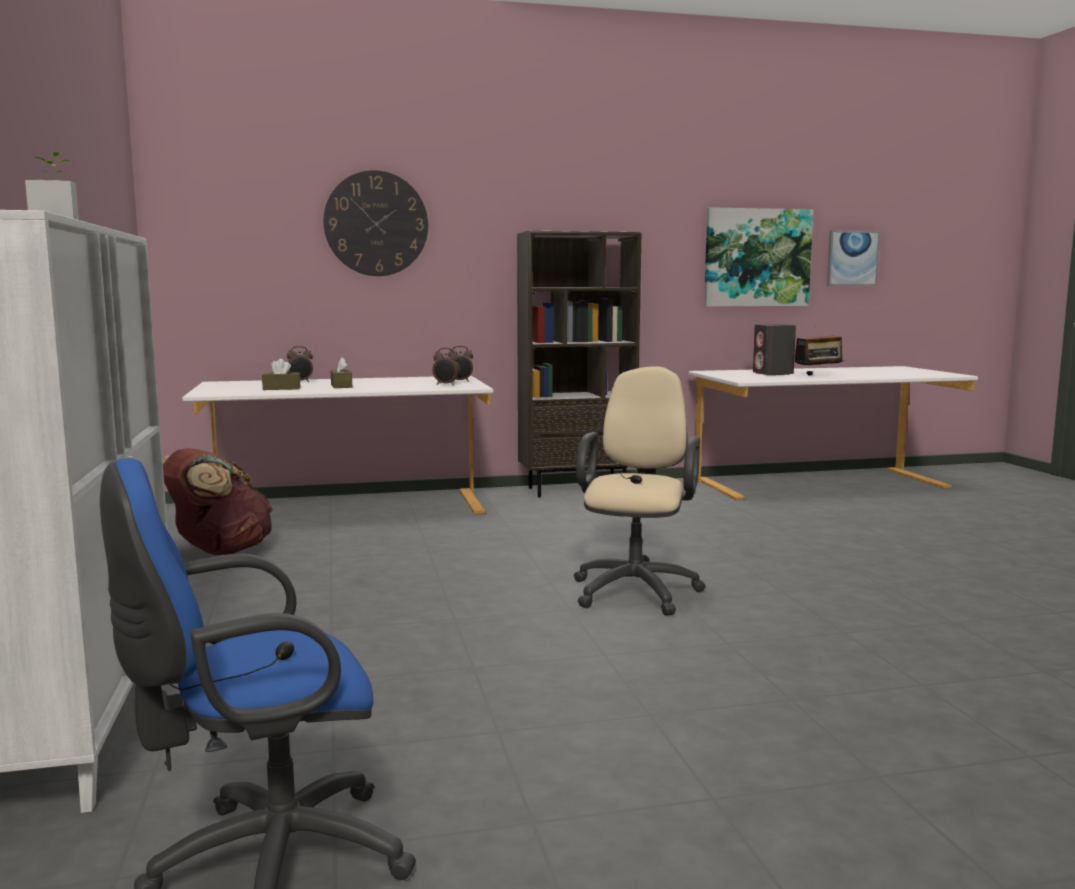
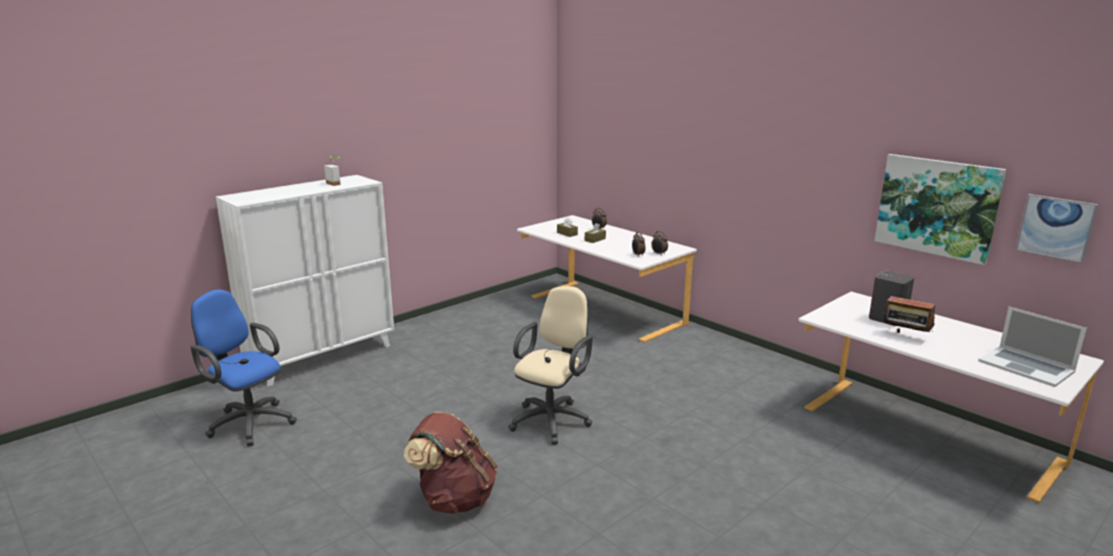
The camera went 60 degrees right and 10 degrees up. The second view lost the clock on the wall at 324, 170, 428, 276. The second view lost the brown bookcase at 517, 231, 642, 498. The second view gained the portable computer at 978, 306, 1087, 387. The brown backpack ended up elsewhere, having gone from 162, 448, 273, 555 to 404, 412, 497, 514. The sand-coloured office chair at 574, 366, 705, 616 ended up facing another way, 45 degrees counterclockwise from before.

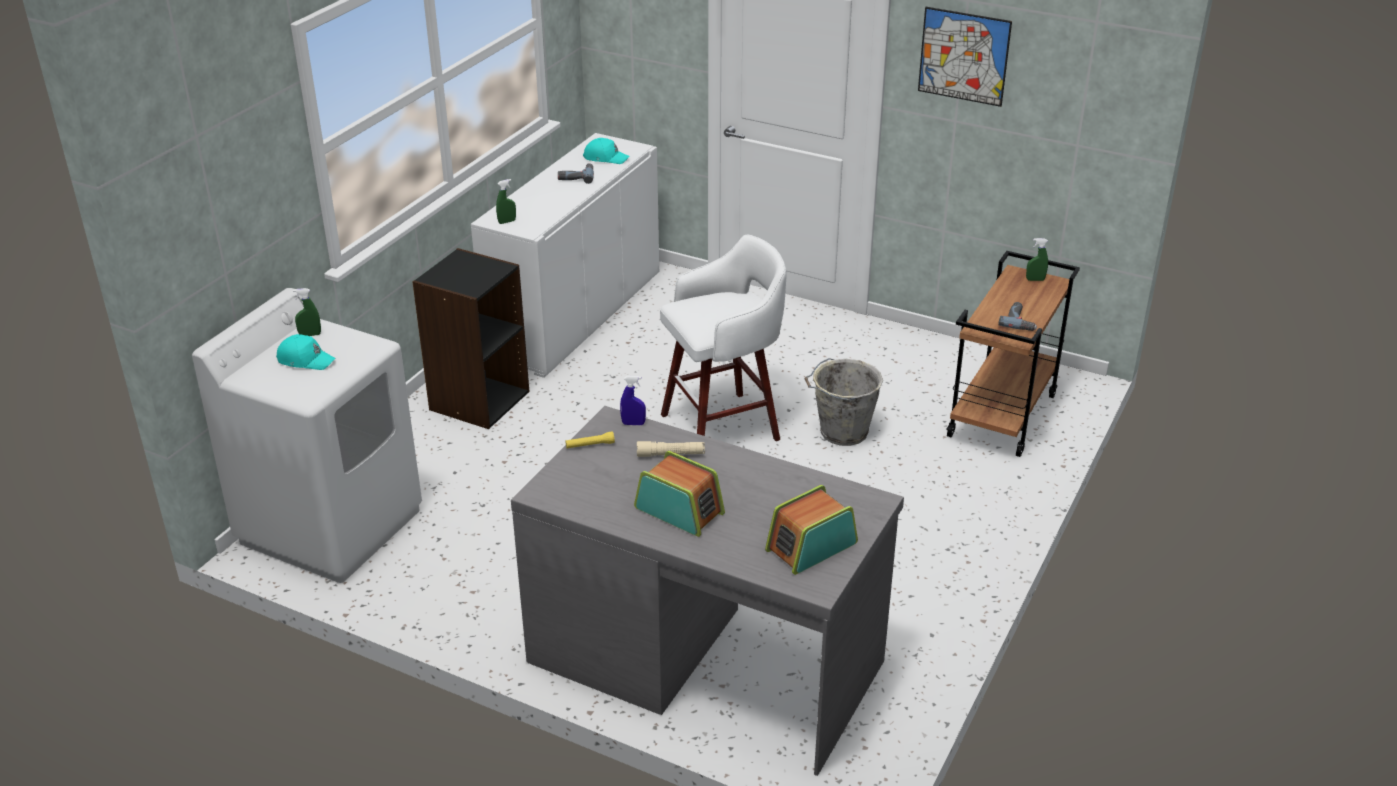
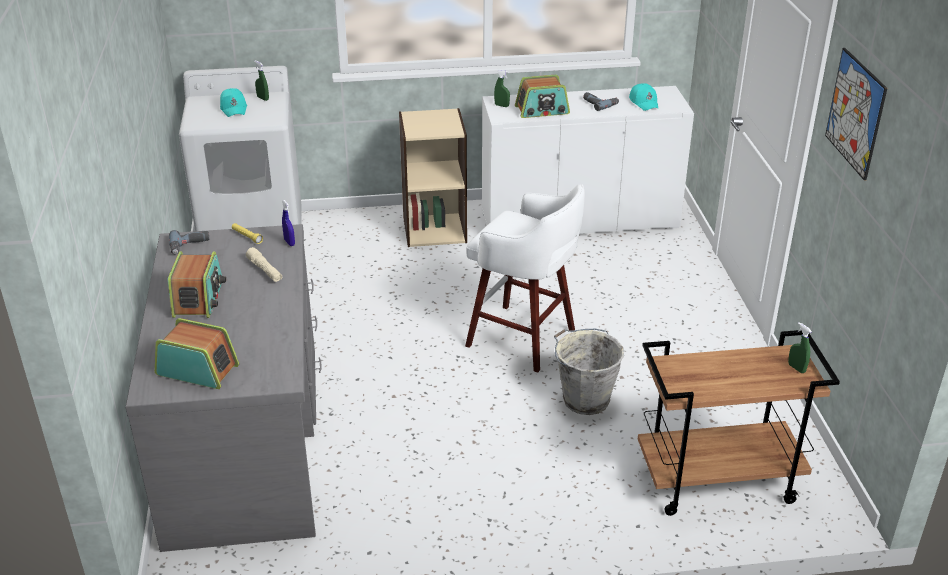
The camera went 55 degrees right and 0 degrees up. The second view gained the radio at 515, 75, 570, 118. The drill ended up elsewhere, having gone from 998, 302, 1037, 331 to 169, 230, 210, 255. What was the blackish bookcase at 412, 248, 530, 429 turned into the sand-coloured bookcase at 399, 108, 467, 247.

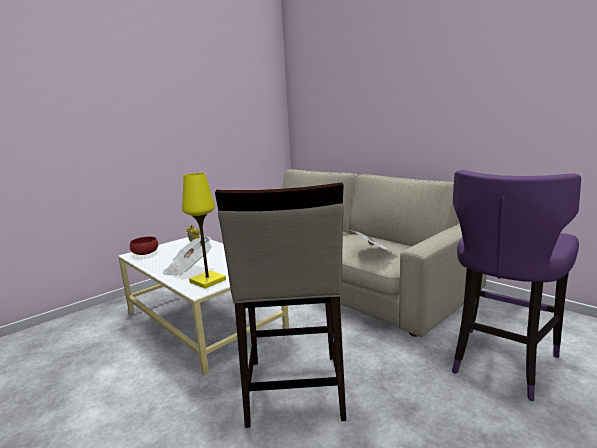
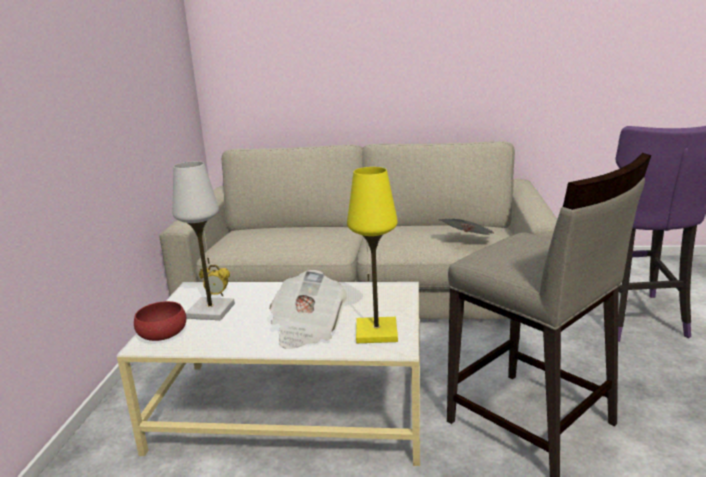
The camera went 40 degrees left and 5 degrees up. The second view gained the whitish lamp for a table at 172, 161, 235, 320.

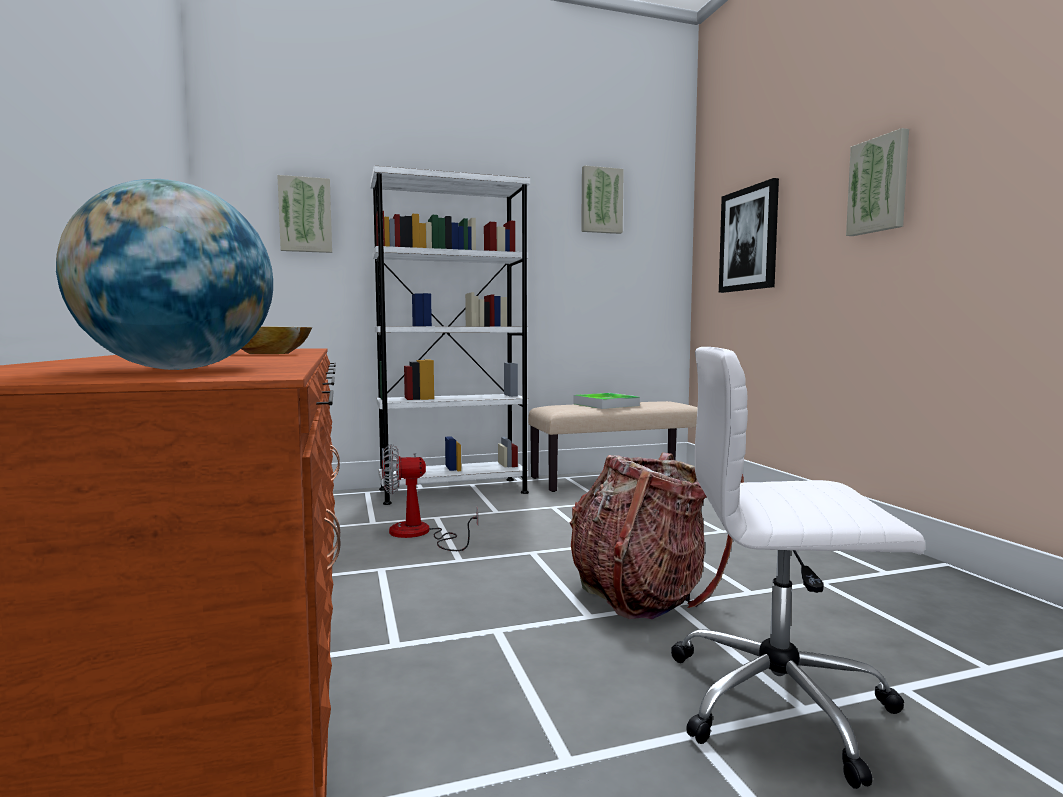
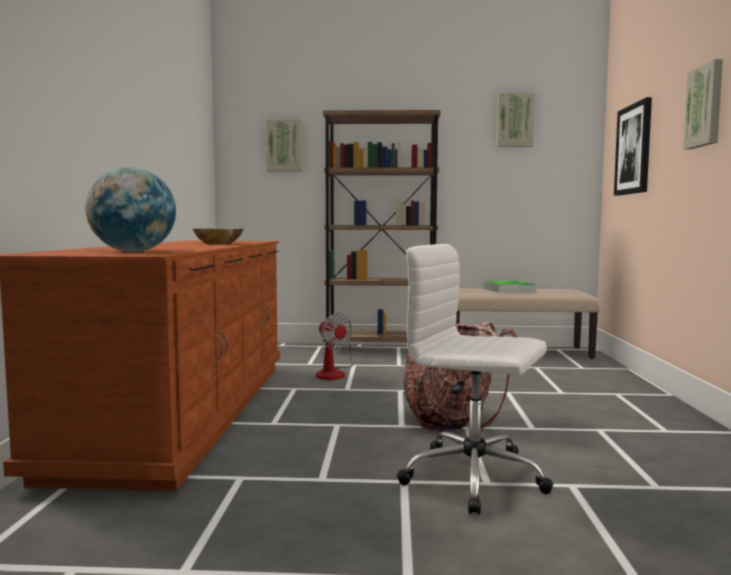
The camera went 20 degrees right and 0 degrees up. What was the whitish bookcase at 370, 166, 530, 505 turned into the brown bookcase at 323, 110, 441, 346. The cooling fan at 382, 444, 478, 551 ended up facing another way, 135 degrees counterclockwise from before.

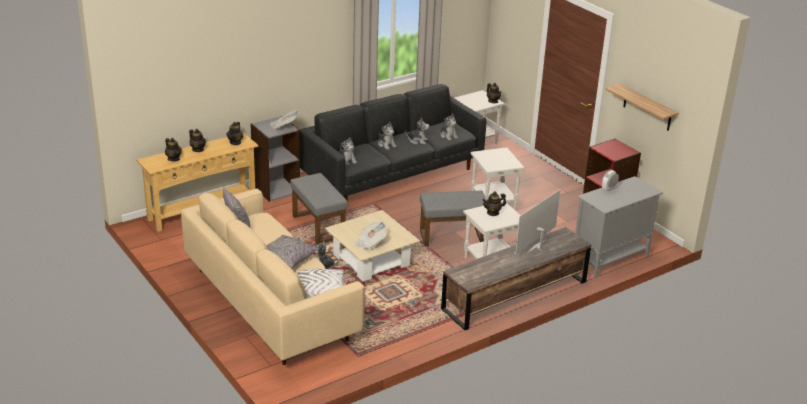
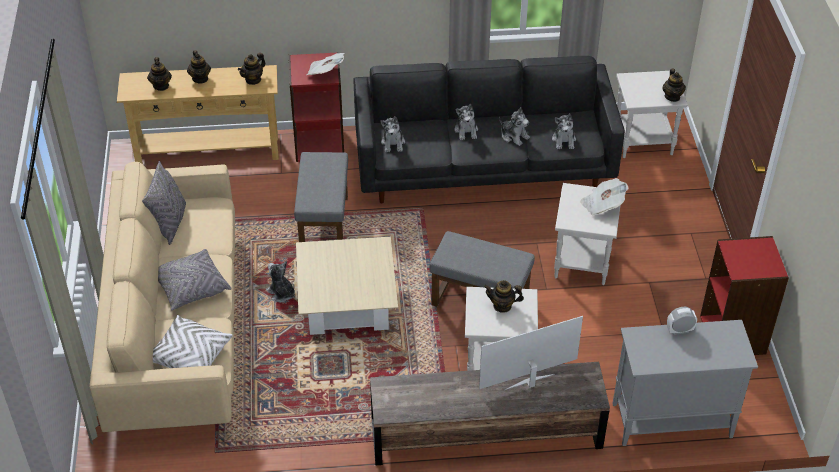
The camera went 30 degrees right and 15 degrees up. The second view lost the wall shelf at 605, 84, 679, 131. The newspaper ended up elsewhere, having gone from 354, 222, 387, 250 to 581, 178, 629, 216. What was the gray bookcase at 250, 116, 300, 202 turned into the reddish bookcase at 289, 52, 344, 162.

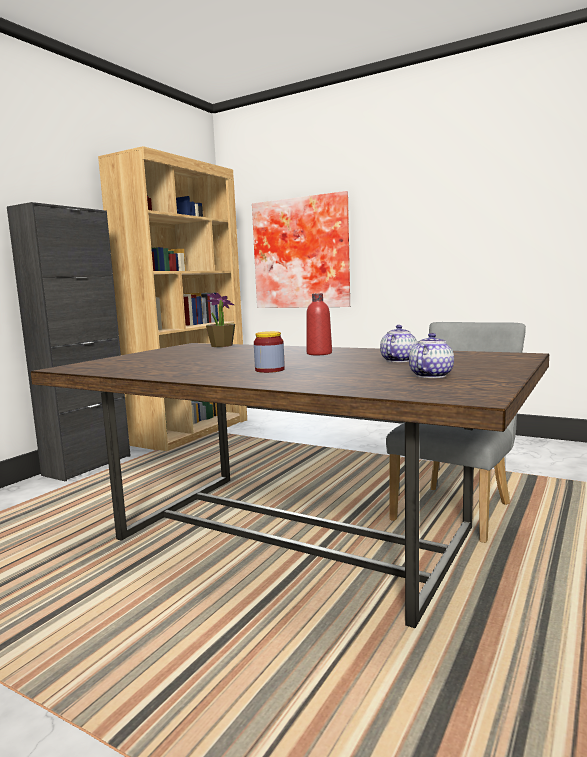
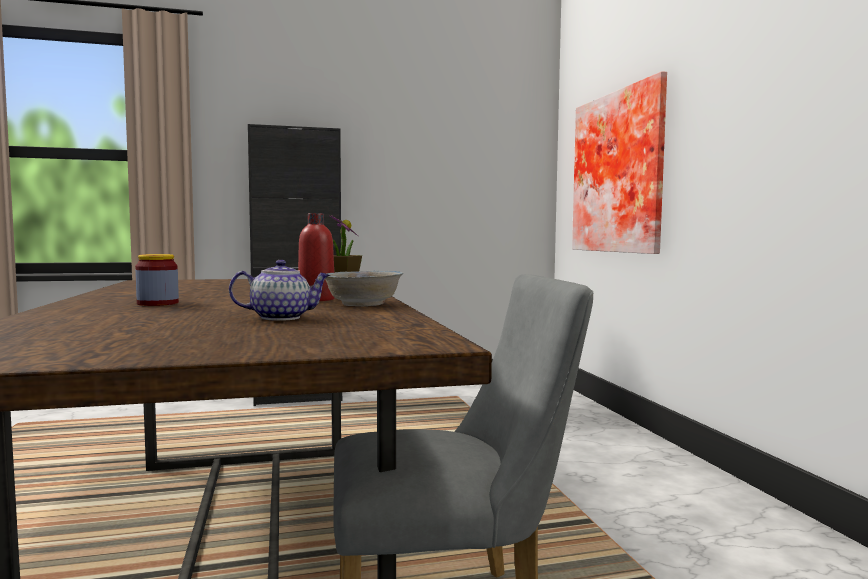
The camera went 45 degrees right and 5 degrees down. The second view lost the brown bookcase at 98, 146, 247, 451. The second view lost the tea pot at 409, 333, 454, 378. The second view gained the whitish bowl at 325, 271, 403, 306.

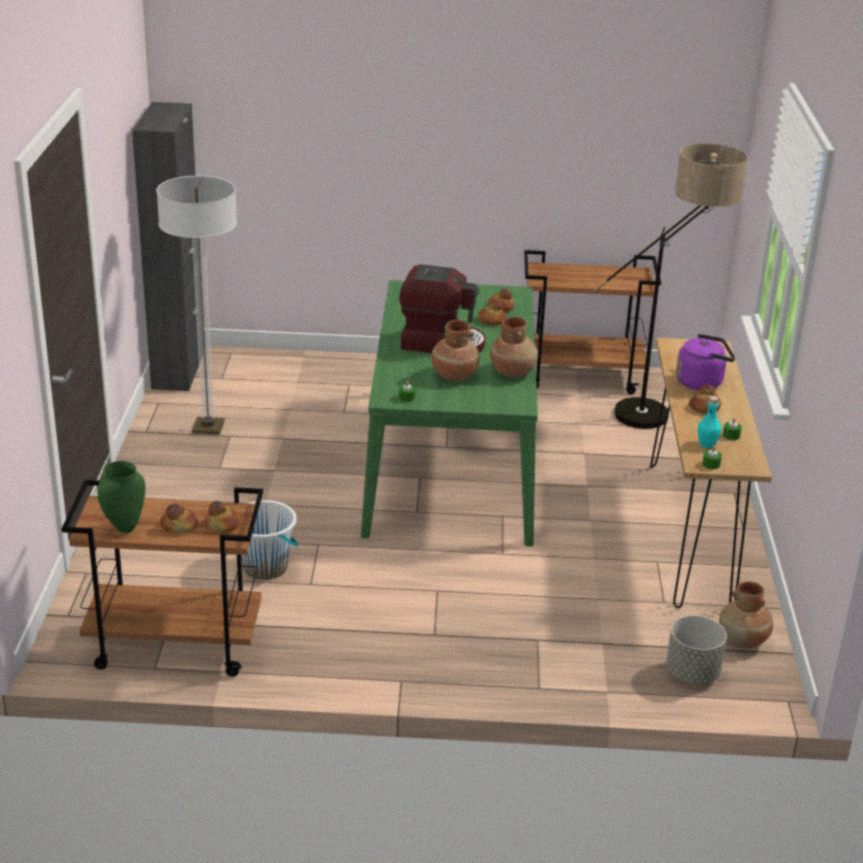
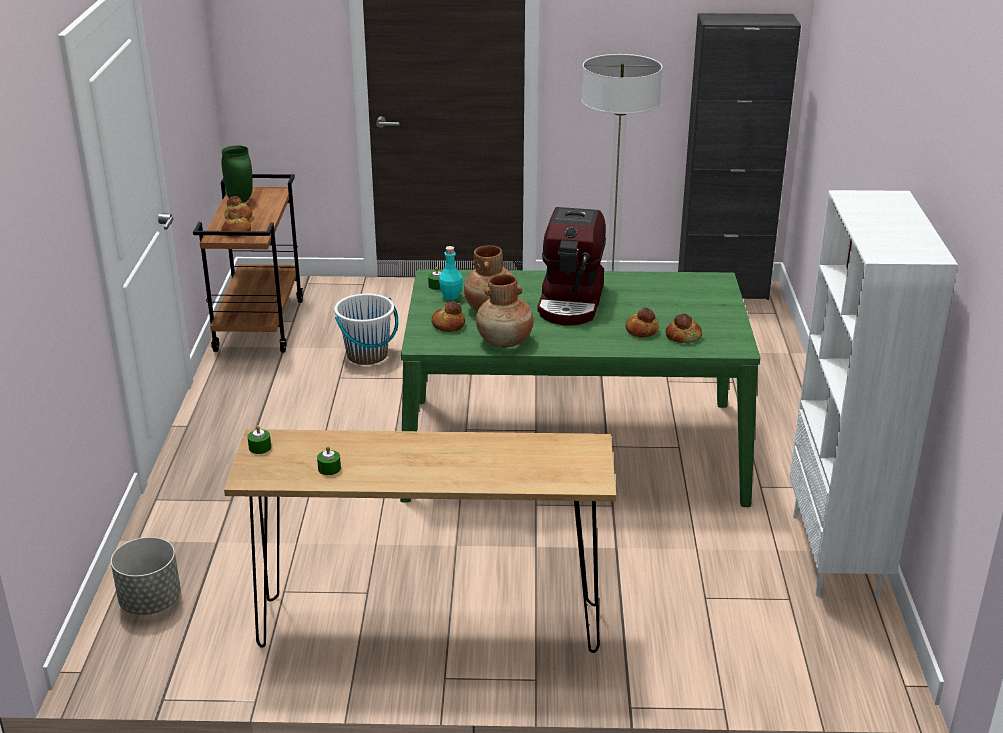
The camera went 90 degrees right and 0 degrees up. The second view lost the standing lamp at 594, 143, 748, 429. The second view lost the purple-coloured tea kettle at 676, 334, 735, 390. The second view lost the brown flower vase at 719, 581, 773, 648. The bakery bread ended up elsewhere, having gone from 689, 384, 721, 414 to 431, 301, 465, 332. The turquoise bottle ended up elsewhere, having gone from 698, 396, 721, 448 to 439, 246, 463, 300. Where the brown wheeled cart stood at 524, 250, 661, 394, the whitish bookcase came to stand at 790, 190, 958, 597.

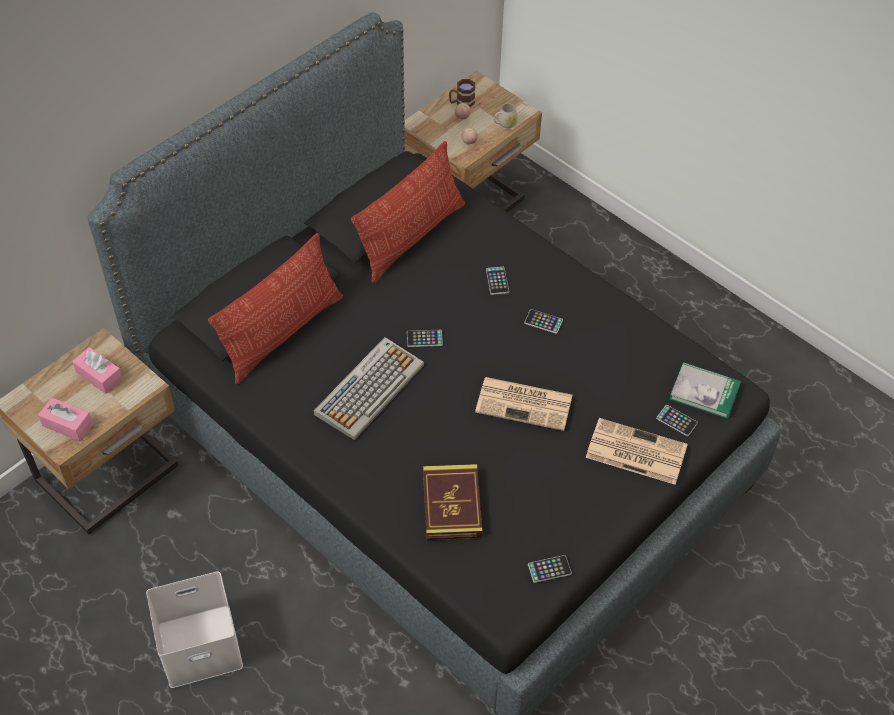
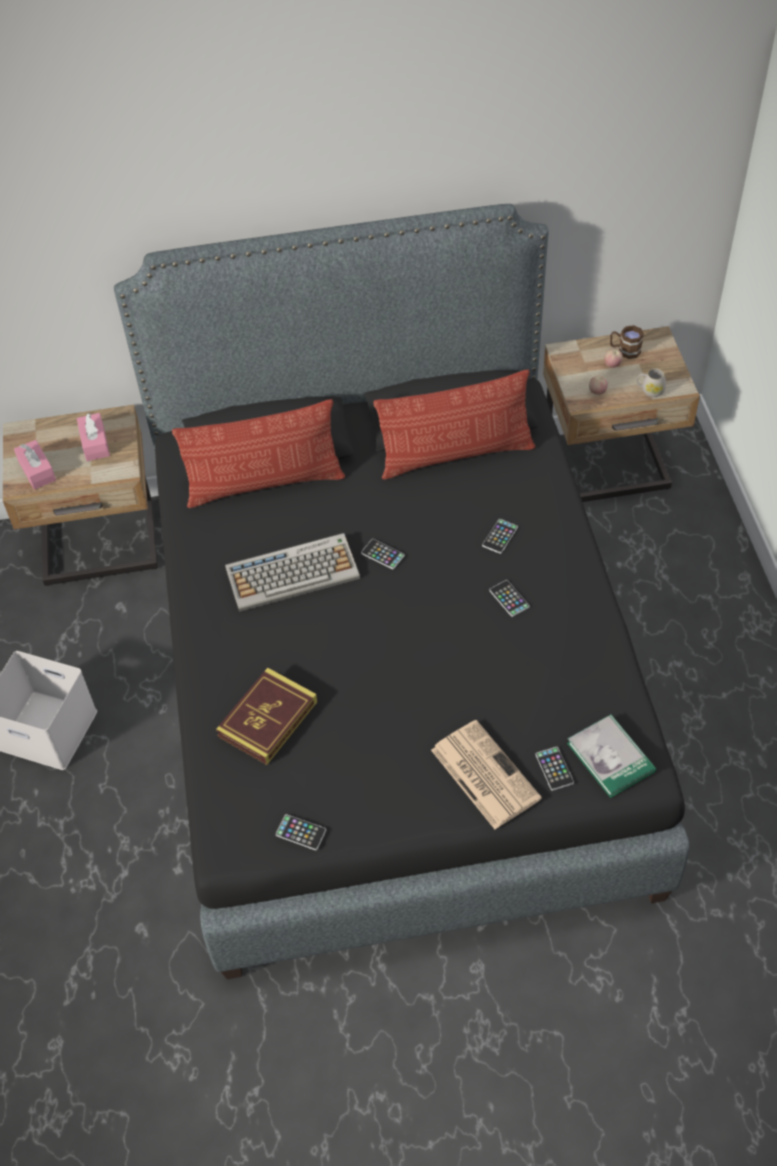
The camera went 40 degrees right and 0 degrees up. The second view lost the newspaper at 475, 377, 572, 431.

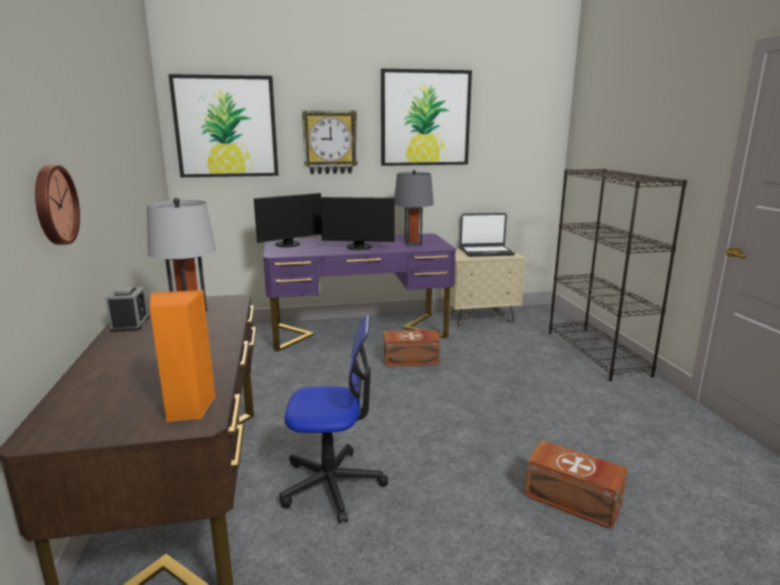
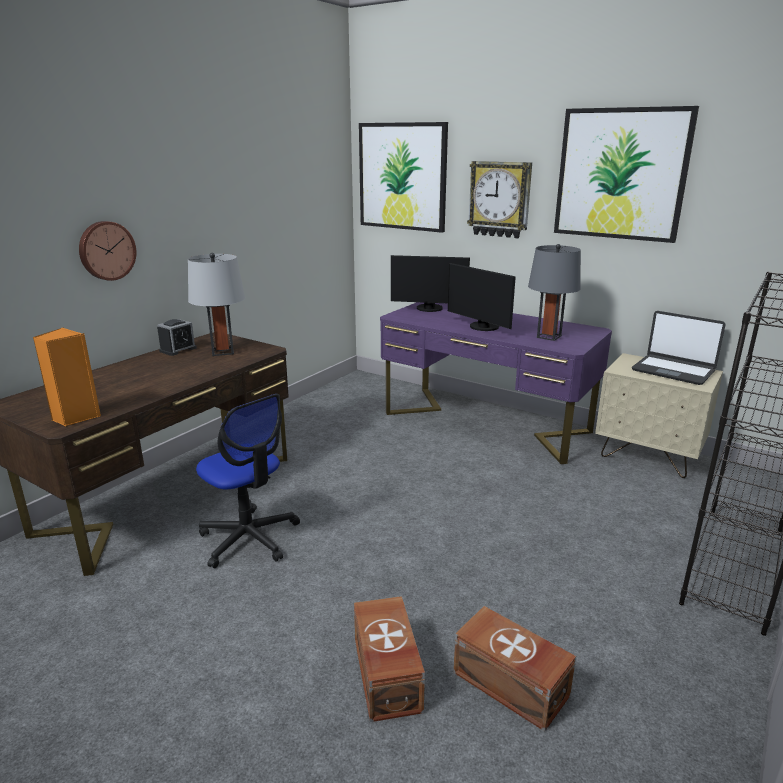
The camera went 45 degrees right and 5 degrees up. The brown storage box ended up elsewhere, having gone from 384, 330, 440, 367 to 453, 606, 576, 732.

